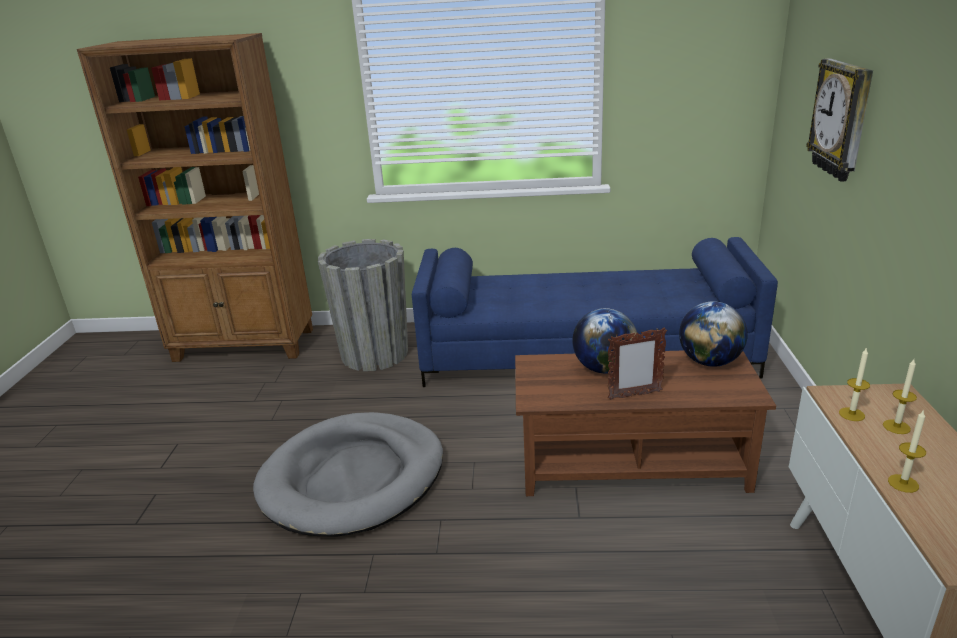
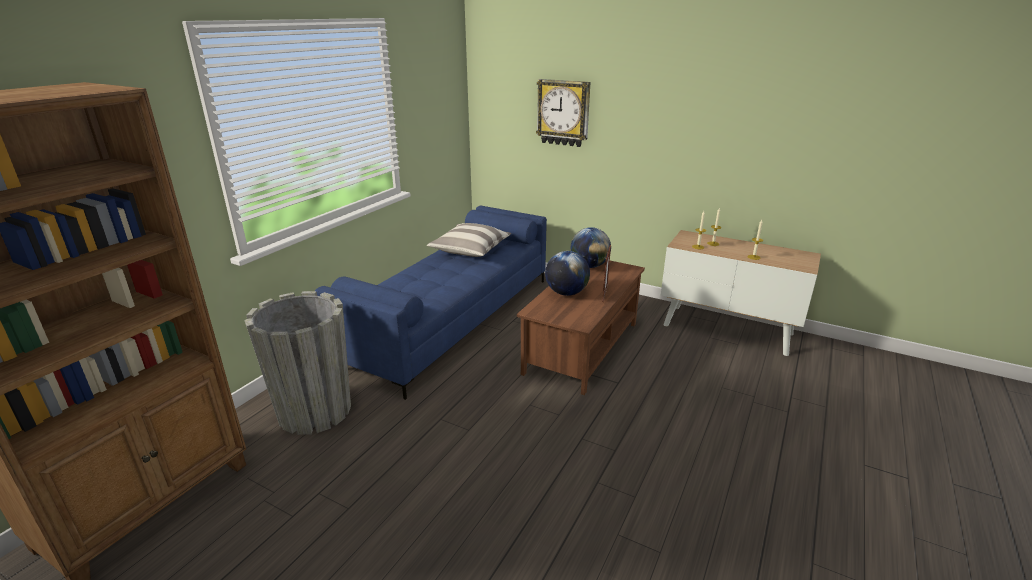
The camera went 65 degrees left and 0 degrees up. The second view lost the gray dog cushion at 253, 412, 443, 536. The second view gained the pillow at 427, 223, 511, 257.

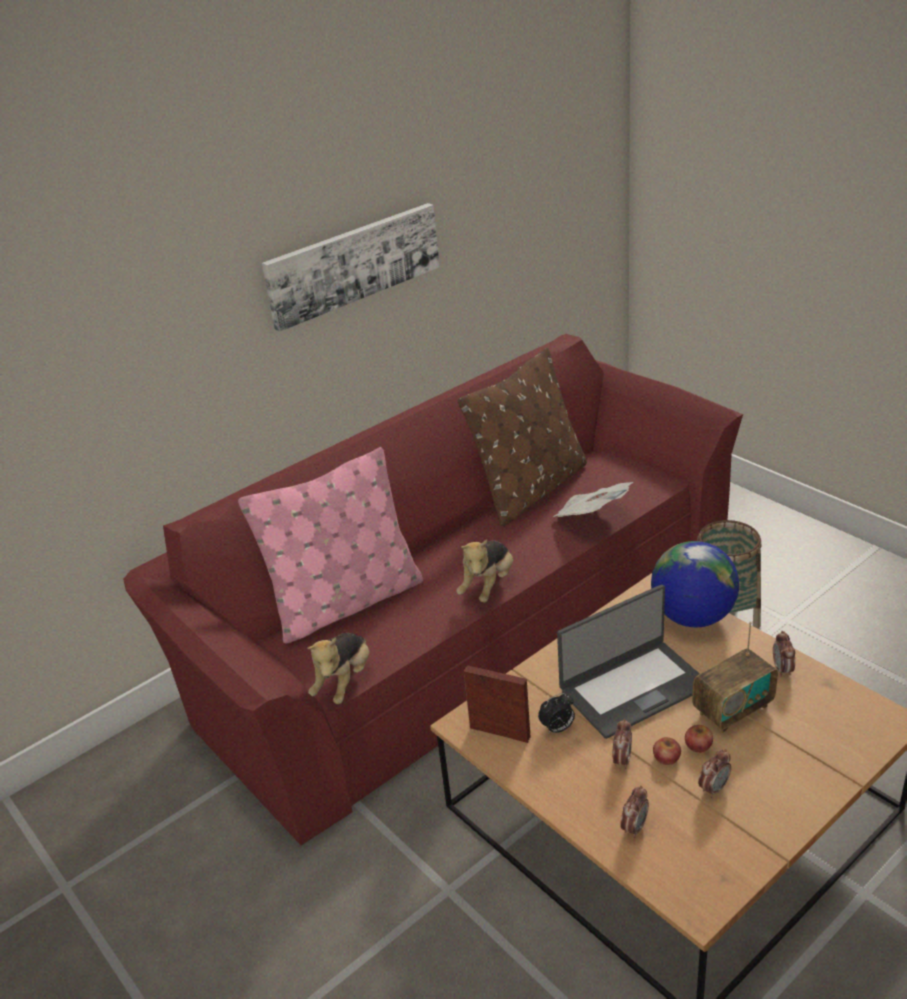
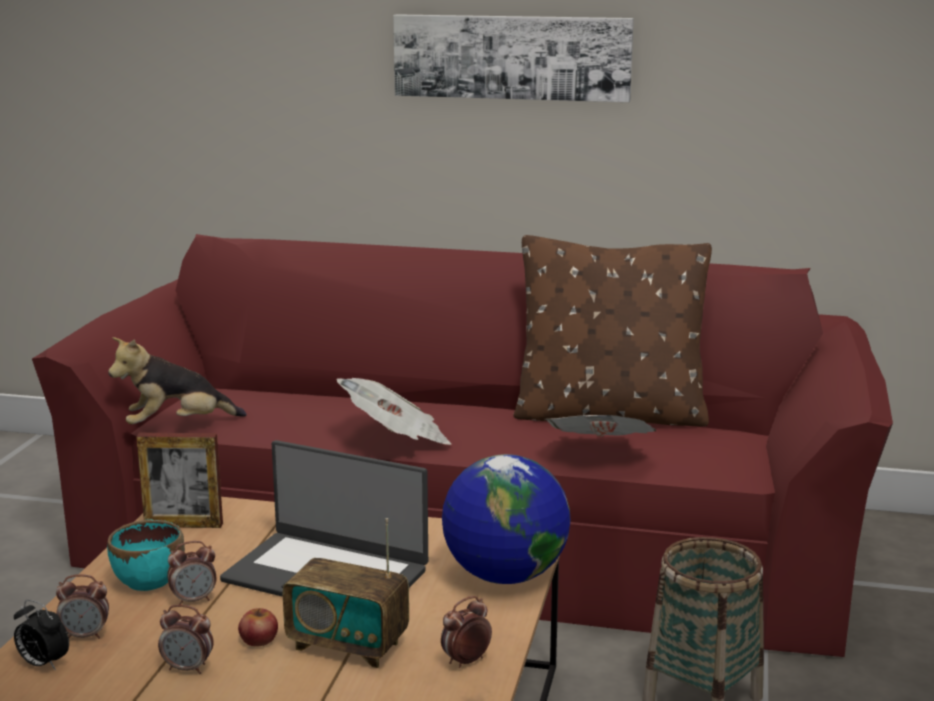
The camera went 50 degrees right and 15 degrees down. The second view lost the pink pillow at 238, 447, 423, 643. The second view lost the apple at 653, 737, 681, 765. The second view gained the turquoise bowl at 107, 520, 185, 591. The bedside clock ended up elsewhere, having gone from 538, 693, 575, 734 to 14, 600, 69, 670. Where the cuddly toy stood at 456, 539, 513, 603, the newspaper came to stand at 337, 378, 451, 445. The picture frame at 464, 665, 531, 743 ended up facing another way, 105 degrees clockwise from before.

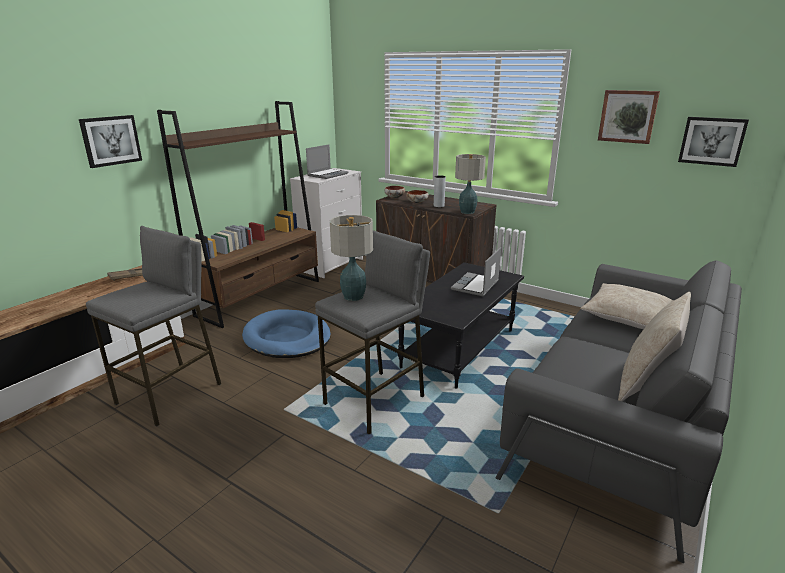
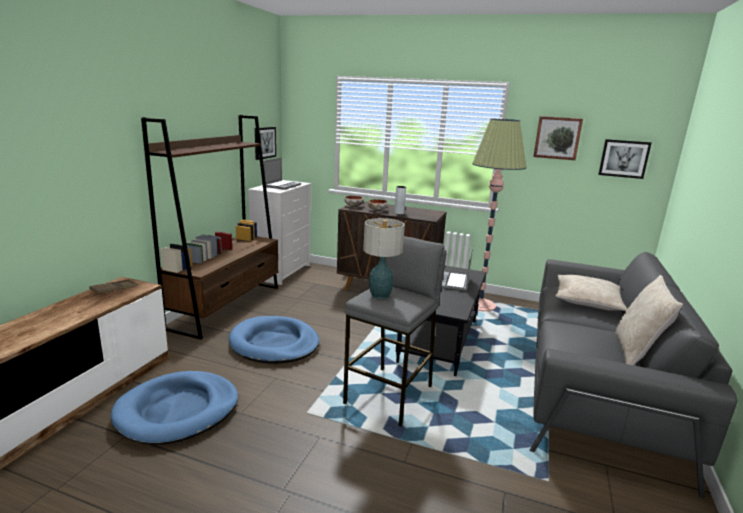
The camera went 15 degrees left and 5 degrees down. The second view lost the lamp for a table at 455, 154, 486, 214. The second view gained the standing lamp at 472, 119, 526, 311. The wall art ended up elsewhere, having gone from 79, 115, 142, 168 to 255, 127, 276, 160. Where the gray stool stood at 86, 226, 221, 427, the bluish dog cushion came to stand at 110, 371, 238, 444.

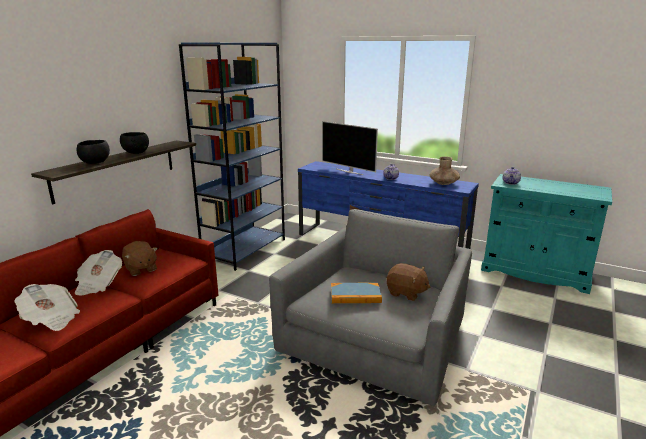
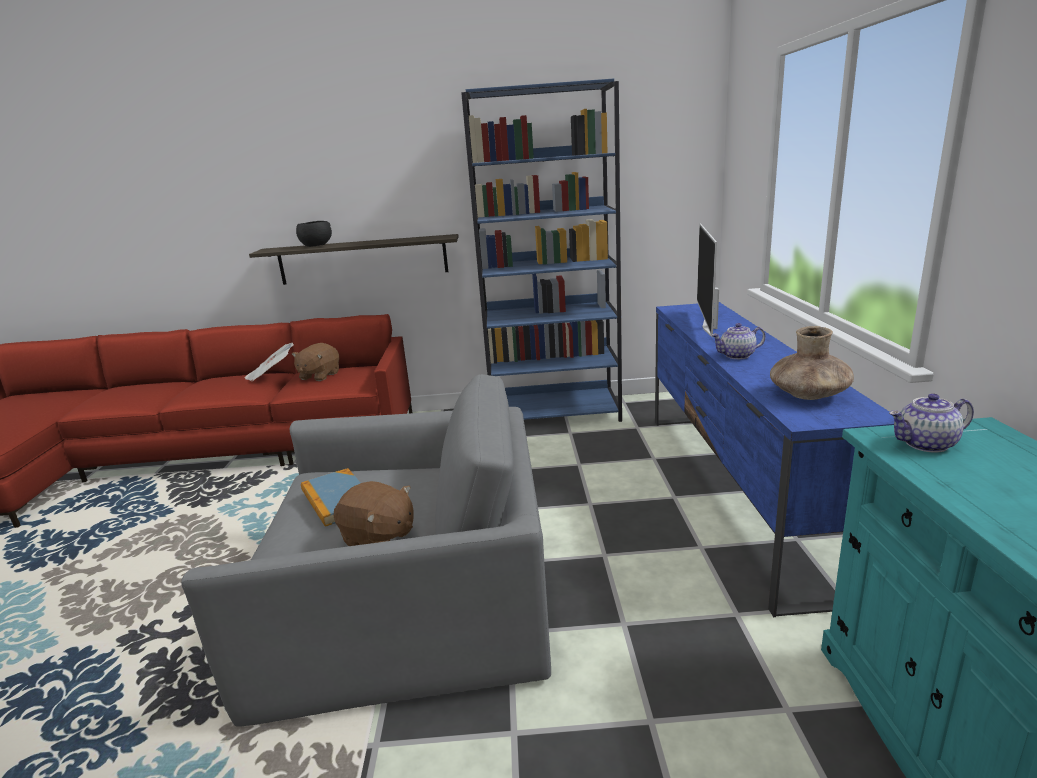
The camera went 60 degrees right and 0 degrees up. The second view lost the newspaper at 14, 284, 80, 331. The second view lost the blackish bowl at 120, 132, 149, 154. The brown cuddly toy at 386, 263, 430, 301 ended up facing another way, 60 degrees counterclockwise from before.

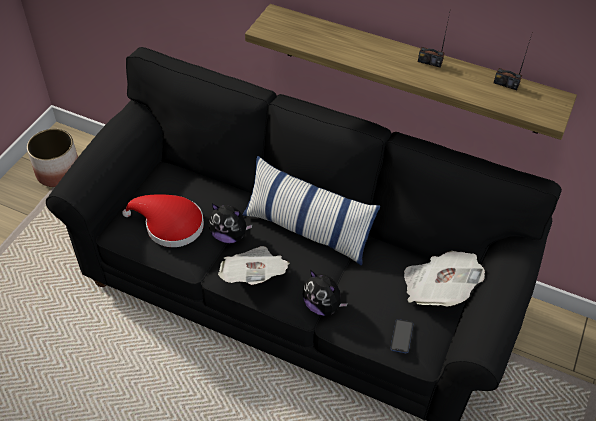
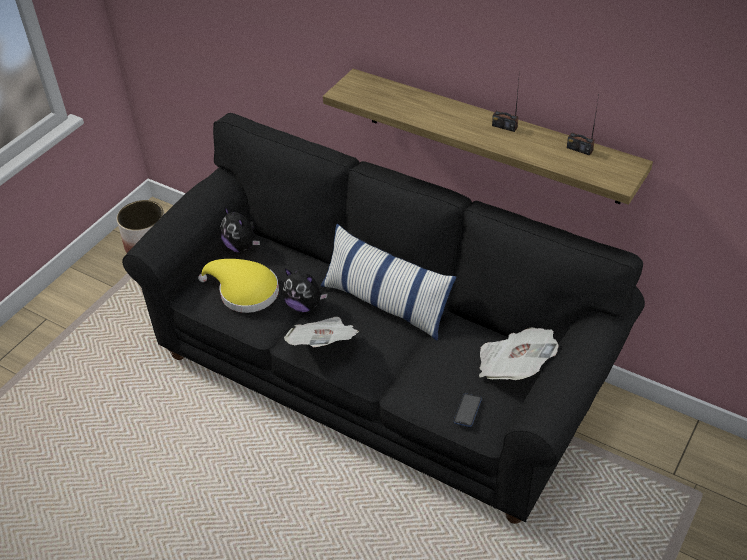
The camera went 10 degrees right and 5 degrees down. The cuddly toy ended up elsewhere, having gone from 302, 270, 348, 316 to 220, 206, 260, 253. What was the reddish wearable hat at 122, 194, 204, 247 turned into the yellow wearable hat at 198, 259, 279, 313.

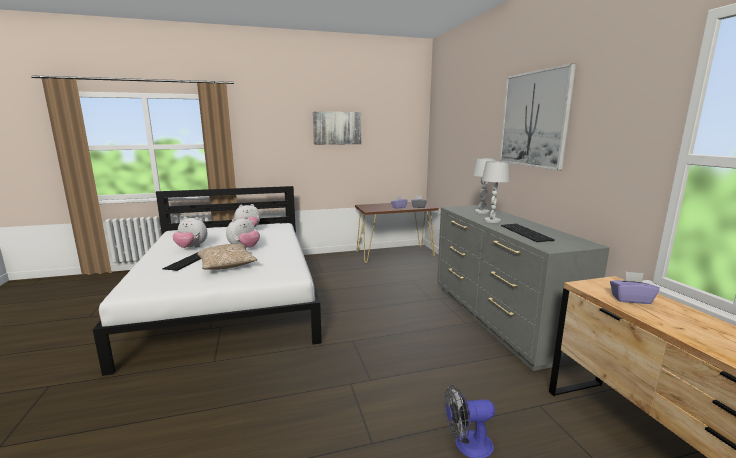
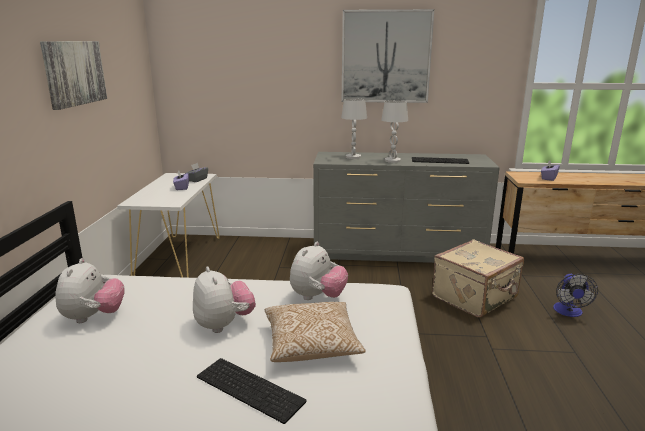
The camera went 70 degrees left and 5 degrees up. The second view gained the sand-coloured piece of luggage at 432, 239, 524, 318. The cuddly toy ended up elsewhere, having gone from 172, 217, 208, 248 to 290, 242, 348, 300. What was the brown narrow table at 355, 202, 439, 263 turned into the whitish narrow table at 117, 173, 219, 278.

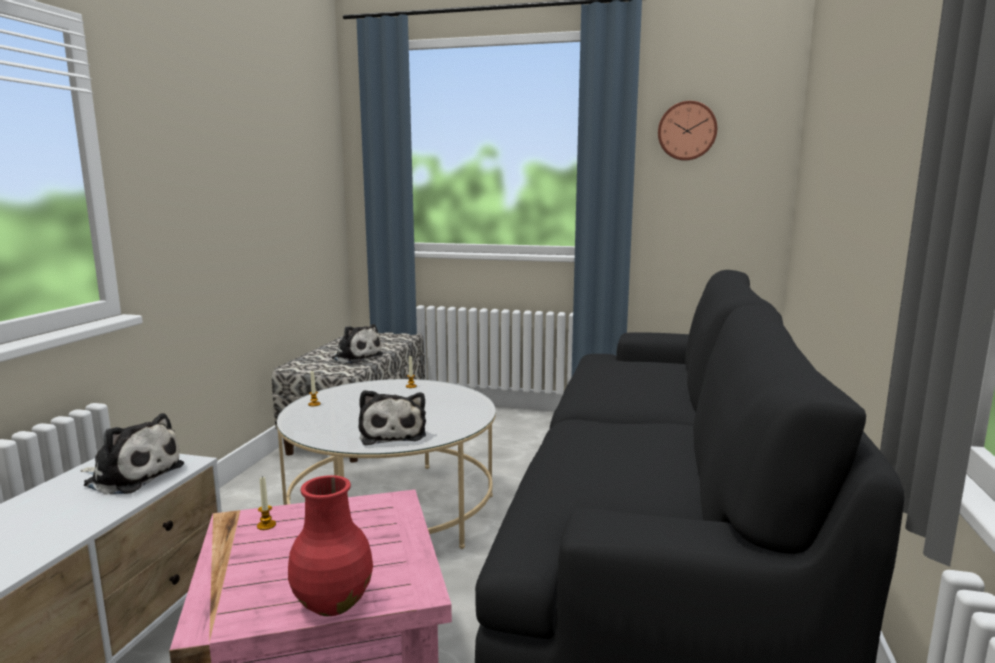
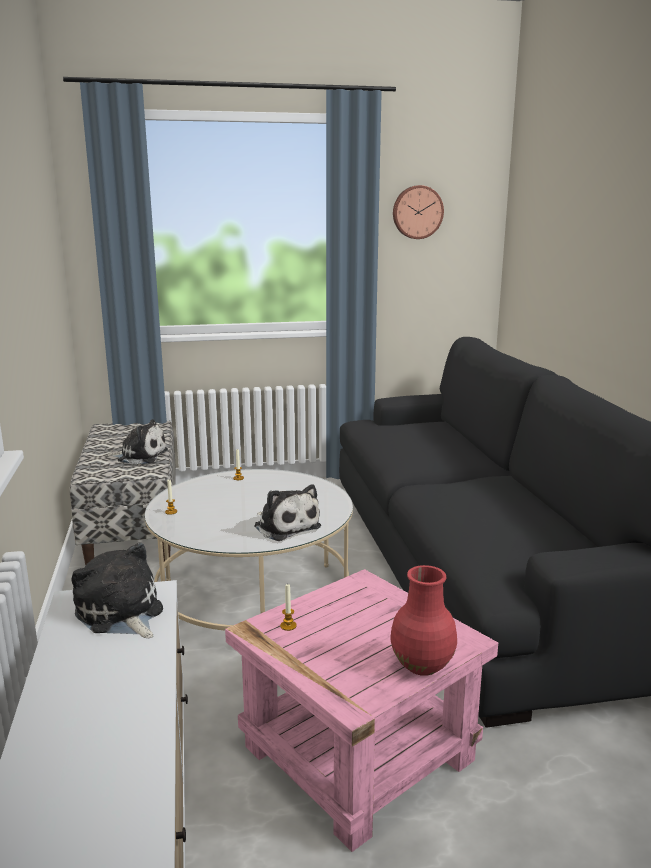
The camera went 25 degrees left and 5 degrees up. The cuddly toy at 80, 413, 184, 494 ended up facing another way, 120 degrees counterclockwise from before.

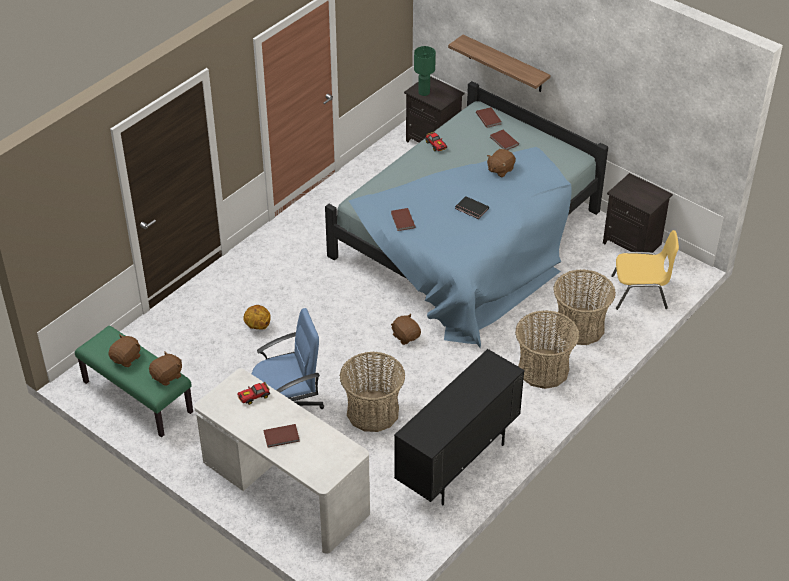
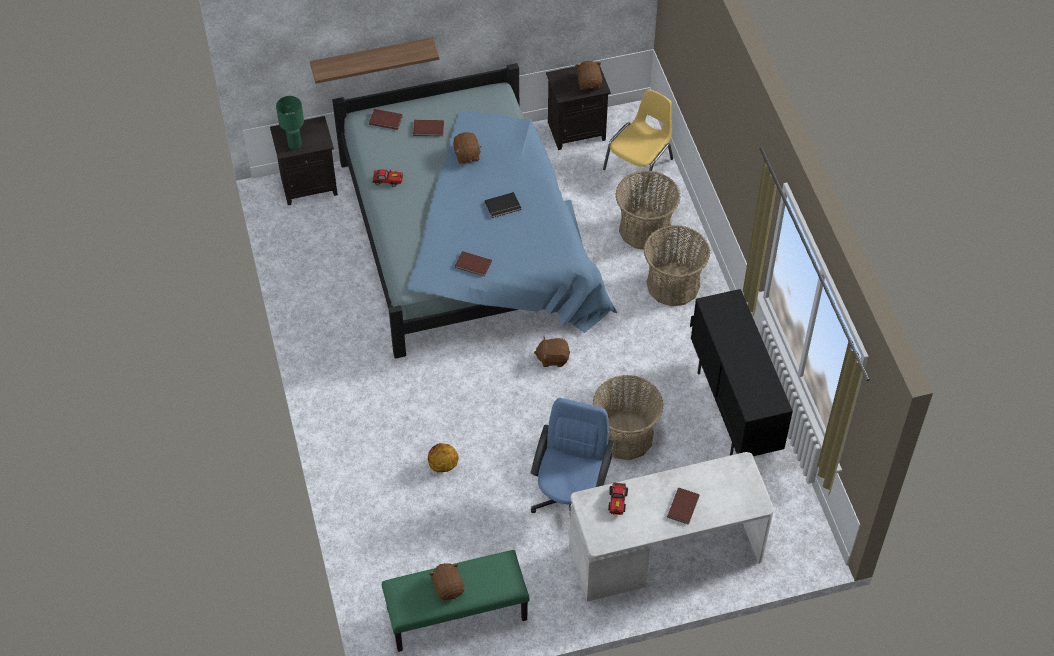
The camera went 55 degrees left and 10 degrees up. The brown cuddly toy ended up elsewhere, having gone from 149, 352, 182, 386 to 576, 61, 602, 90.

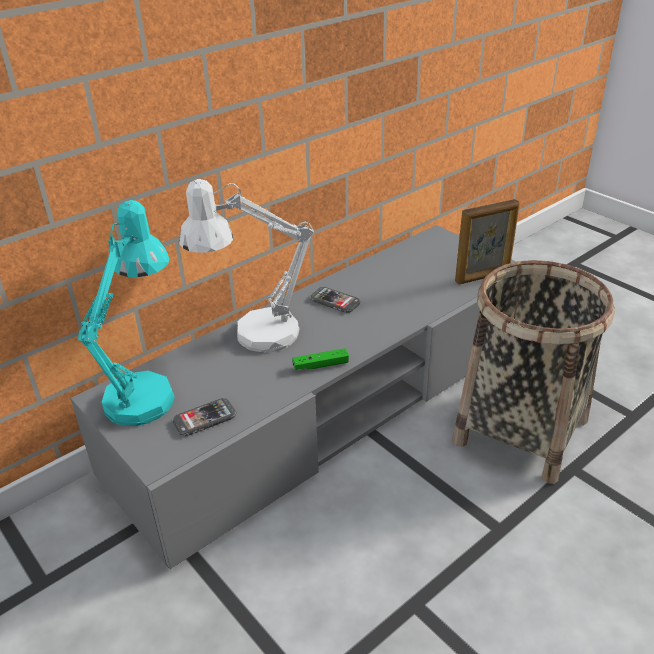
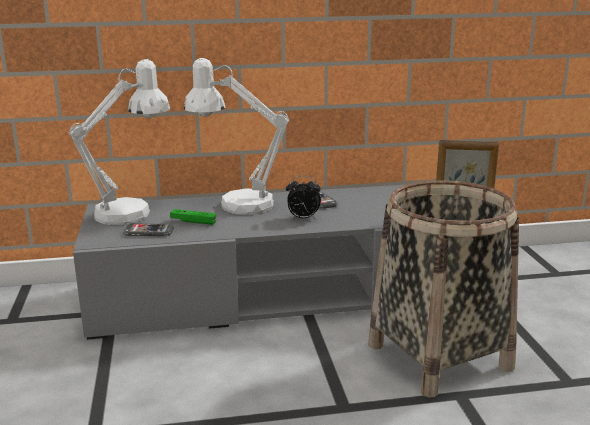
The camera went 30 degrees right and 15 degrees down. The second view gained the bedside clock at 286, 176, 321, 220. The green-coloured gamepad ended up elsewhere, having gone from 292, 348, 349, 370 to 170, 209, 216, 225. What was the turquoise lamp for a table at 78, 200, 175, 426 turned into the whitish lamp for a table at 69, 59, 170, 225.

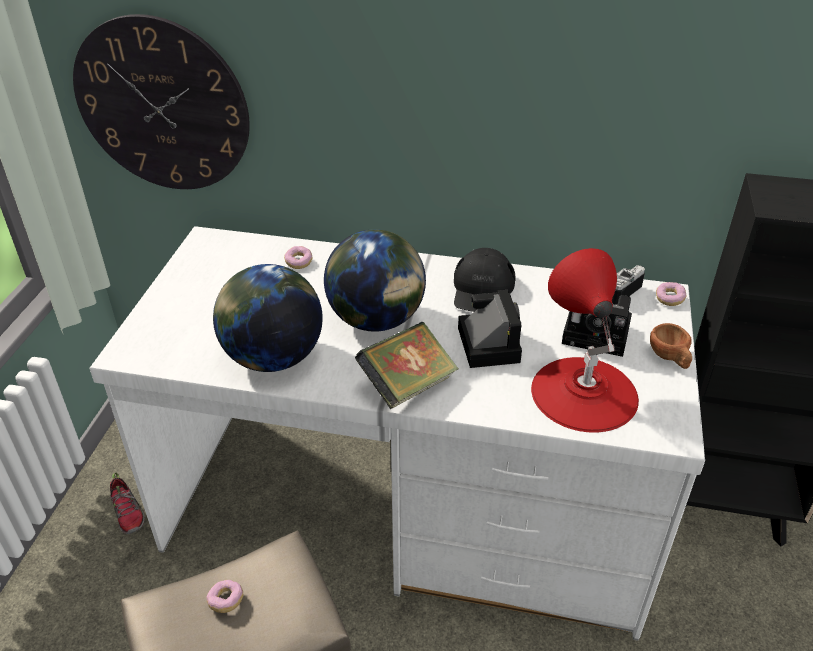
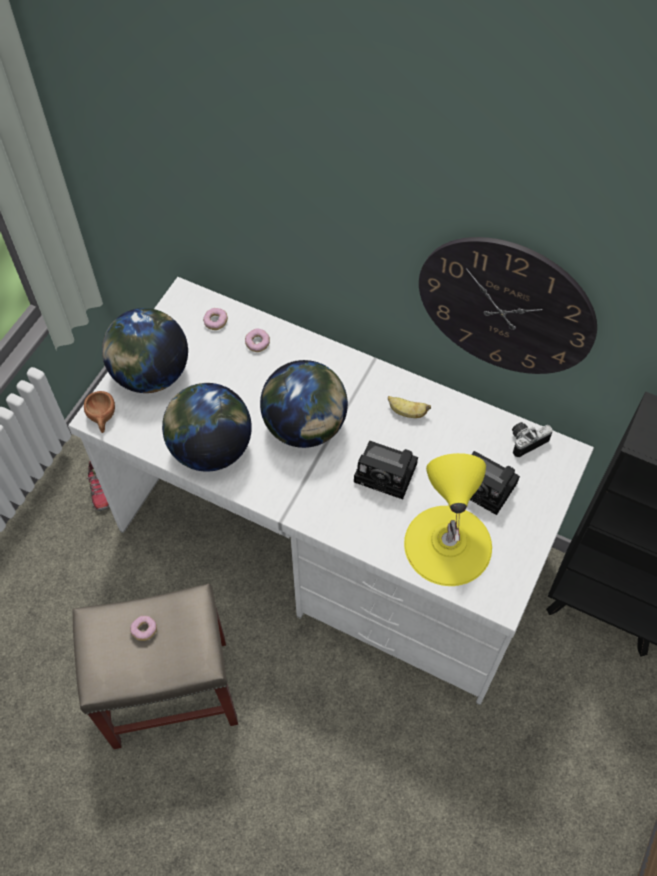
The camera went 15 degrees right and 20 degrees up. The second view lost the volume at 355, 322, 459, 409. The second view gained the desk globe at 102, 308, 188, 393. The clock on the wall ended up elsewhere, having gone from 73, 14, 250, 189 to 419, 237, 597, 374. The brown drinking cup ended up elsewhere, having gone from 650, 323, 692, 369 to 84, 391, 115, 433. The ring doughnut ended up elsewhere, having gone from 656, 282, 686, 306 to 203, 308, 228, 330. Where the blackish peaked cap stood at 454, 248, 516, 312, the whole banana came to stand at 388, 396, 431, 418. What was the reddish lamp for a table at 531, 248, 639, 433 turned into the yellow lamp for a table at 404, 453, 492, 586. The photo camera at 458, 290, 522, 368 ended up facing another way, 105 degrees clockwise from before.

